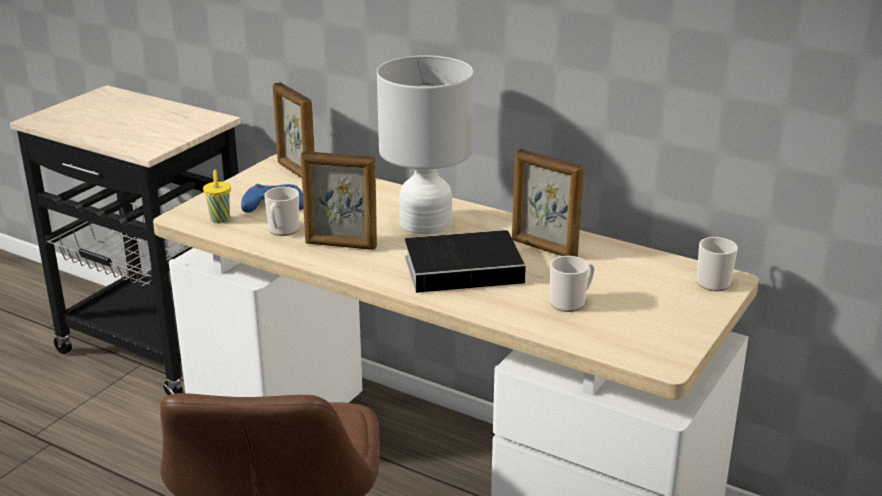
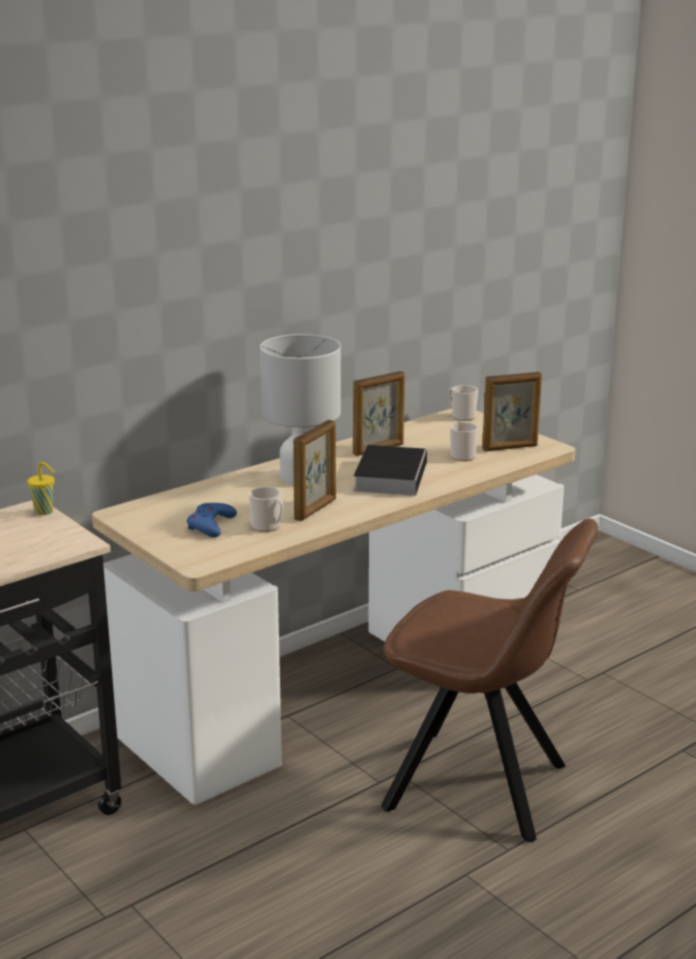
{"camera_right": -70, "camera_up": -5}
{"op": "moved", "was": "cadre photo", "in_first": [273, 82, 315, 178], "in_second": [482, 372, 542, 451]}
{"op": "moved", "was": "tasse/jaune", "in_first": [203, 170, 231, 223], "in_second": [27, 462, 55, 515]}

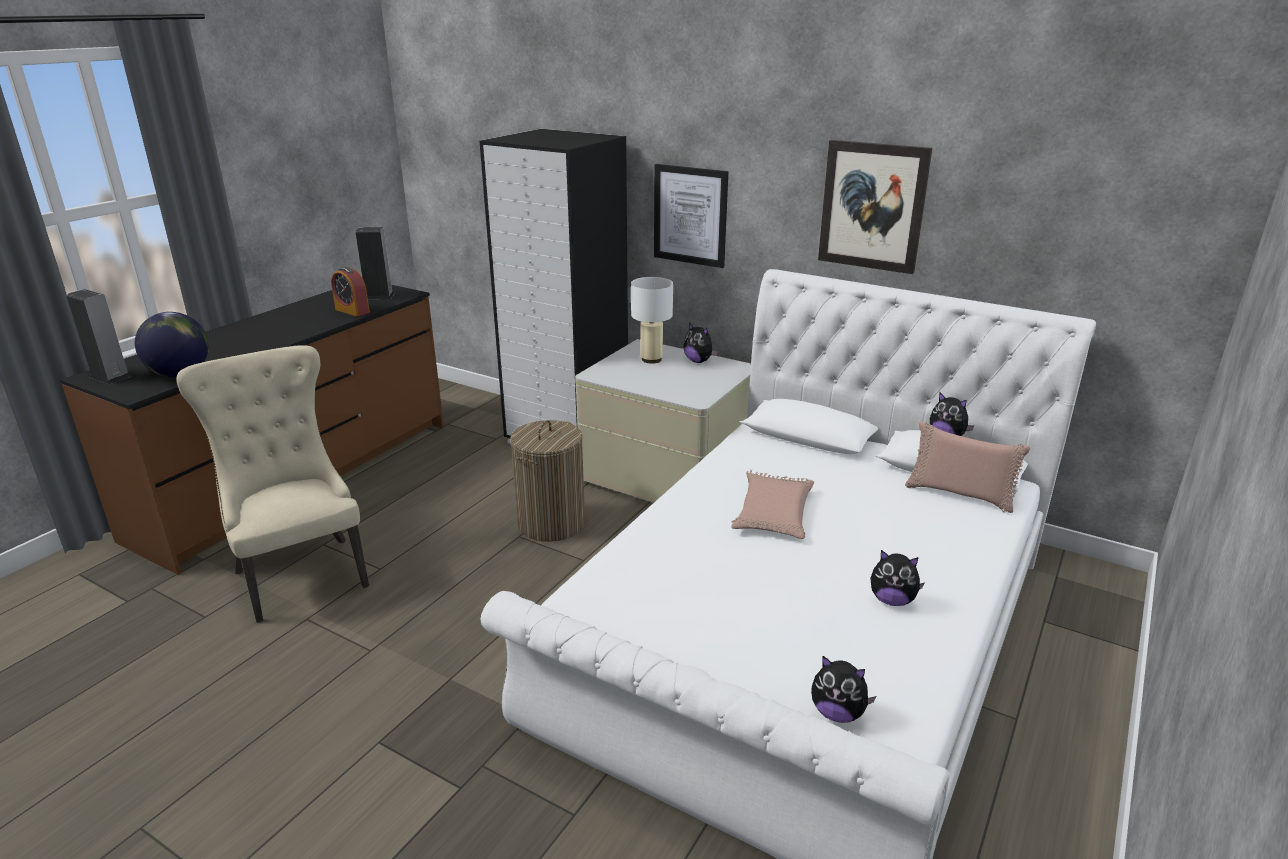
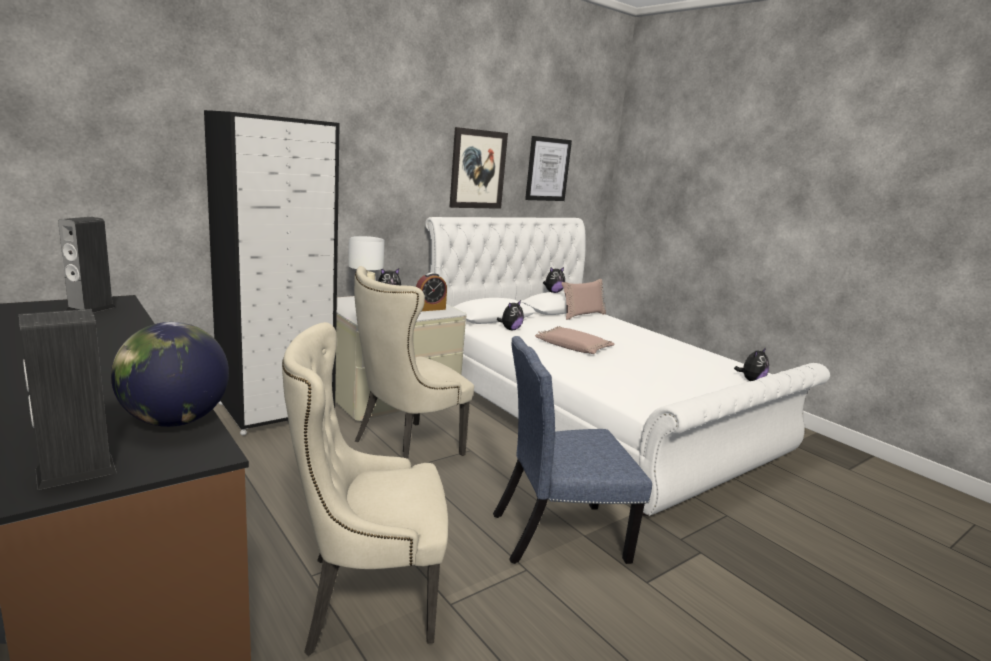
{"camera_right": -70, "camera_up": -10}
{"op": "moved", "was": "tableau", "in_first": [654, 164, 728, 268], "in_second": [525, 136, 572, 201]}
{"op": "moved", "was": "réveil", "in_first": [331, 267, 370, 317], "in_second": [416, 273, 447, 311]}
{"op": "replaced", "was": "panier à linge", "now": "chaise/beige", "in_first": [510, 420, 585, 542], "in_second": [354, 266, 474, 459]}
{"op": "moved", "was": "peluche", "in_first": [870, 550, 924, 606], "in_second": [497, 300, 524, 330]}
{"op": "added", "now": "chaise/bleu", "in_second": [493, 336, 652, 564]}

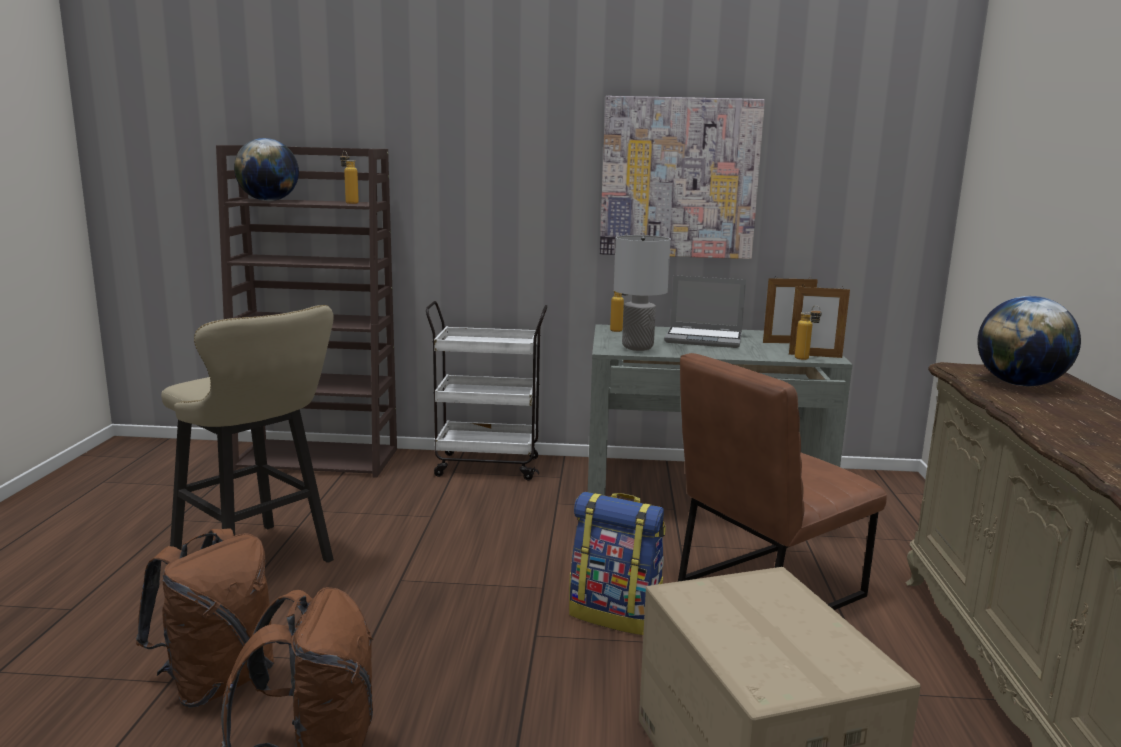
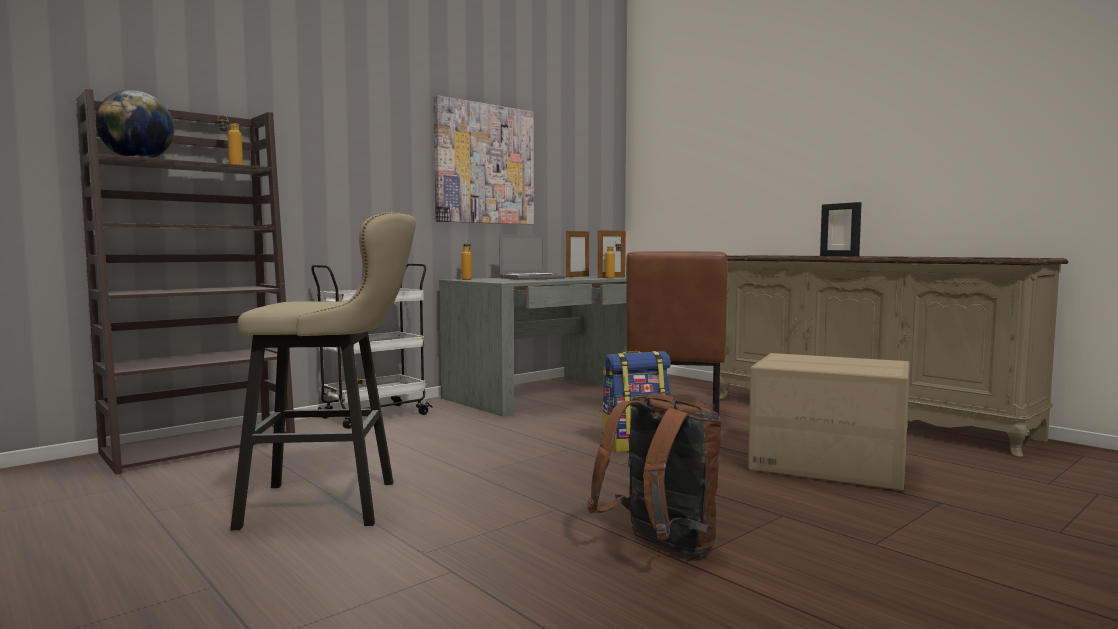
{"camera_right": -45, "camera_up": -10}
{"op": "removed", "was": "lampe de table/gris", "in_first": [614, 235, 671, 351]}
{"op": "removed", "was": "globe", "in_first": [977, 296, 1081, 386]}
{"op": "removed", "was": "sac à dos/marron", "in_first": [136, 528, 274, 708]}
{"op": "added", "now": "cadre photo", "in_second": [820, 202, 862, 257]}

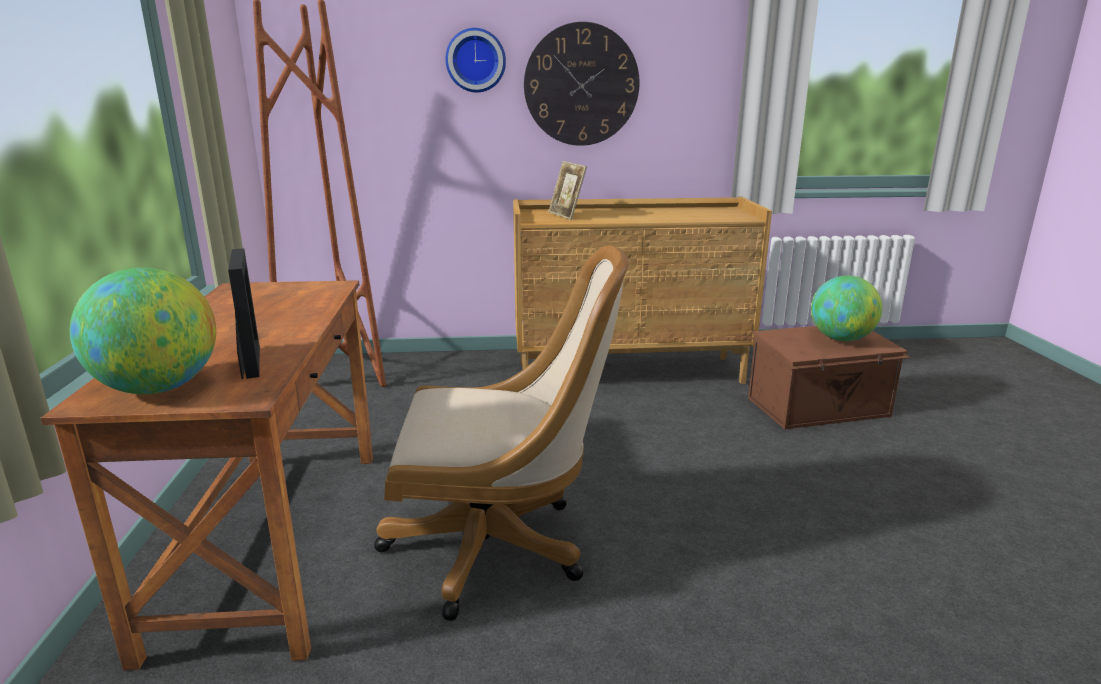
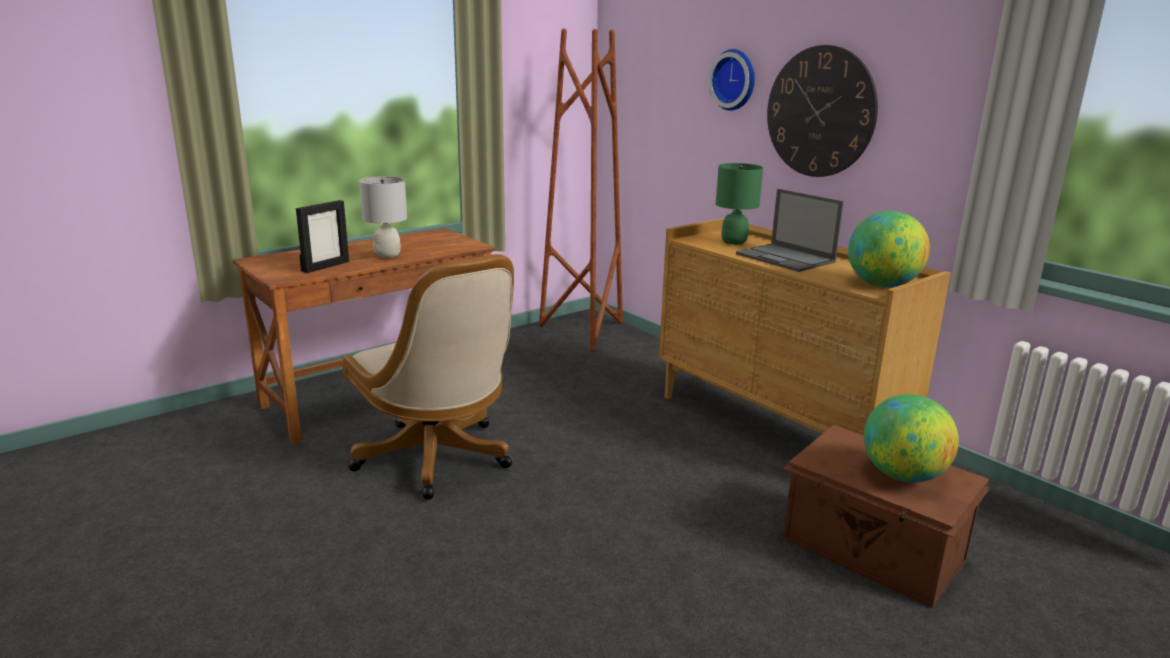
{"camera_right": 55, "camera_up": 0}
{"op": "replaced", "was": "cadre photo", "now": "lampe de table/vert", "in_first": [548, 161, 587, 220], "in_second": [716, 163, 763, 245]}
{"op": "moved", "was": "globe", "in_first": [70, 268, 216, 394], "in_second": [848, 211, 930, 288]}
{"op": "added", "now": "lampe de table/gris", "in_second": [359, 176, 407, 258]}
{"op": "added", "now": "ordinateur portable", "in_second": [736, 189, 844, 272]}

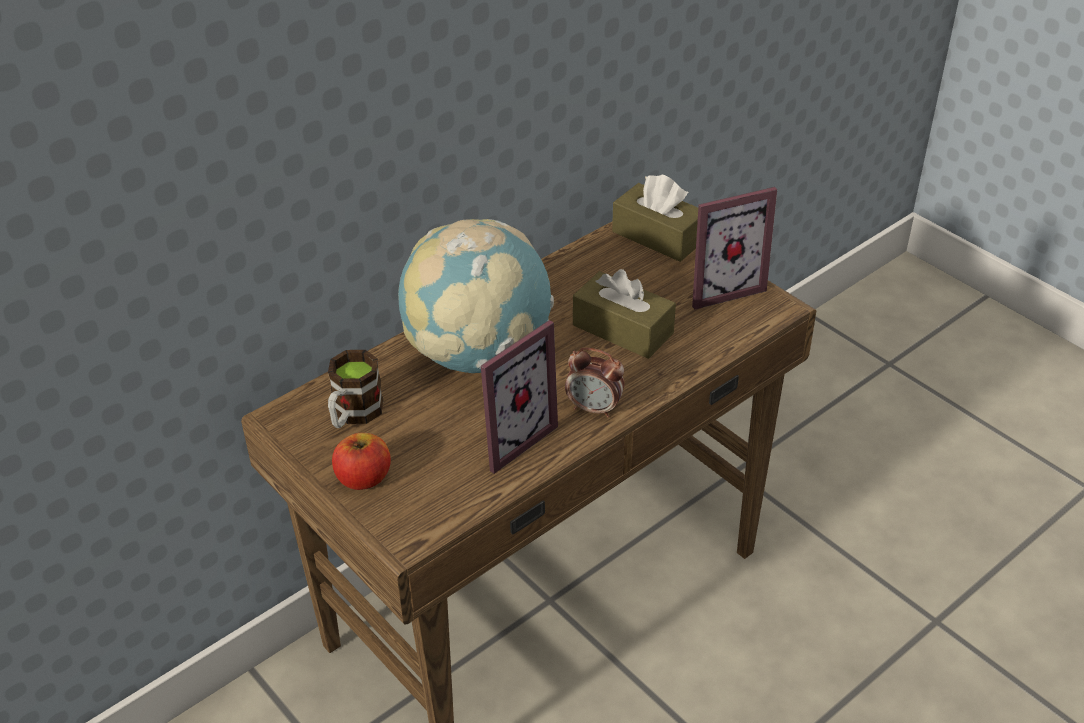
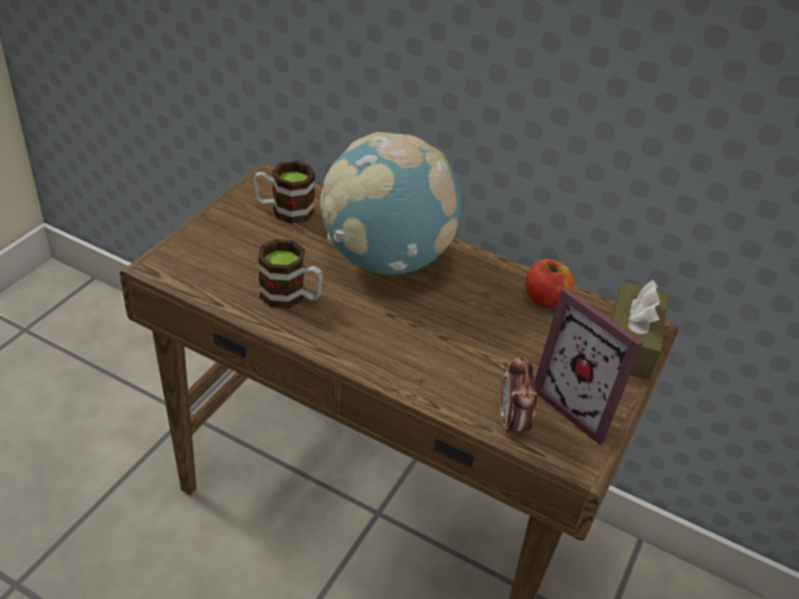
{"camera_right": 65, "camera_up": 0}
{"op": "removed", "was": "boîte à mouchoirs/marron", "in_first": [573, 269, 676, 359]}
{"op": "replaced", "was": "cadre photo", "now": "mug", "in_first": [481, 320, 558, 474], "in_second": [258, 239, 323, 309]}
{"op": "moved", "was": "réveil", "in_first": [565, 348, 625, 418], "in_second": [500, 355, 537, 436]}
{"op": "moved", "was": "pomme", "in_first": [332, 433, 391, 490], "in_second": [525, 259, 574, 308]}

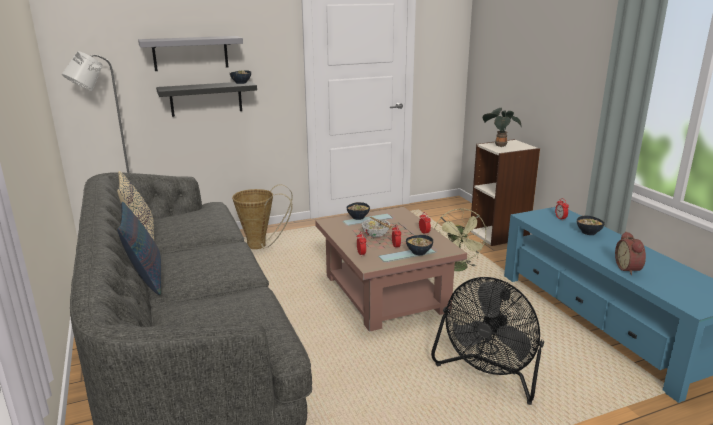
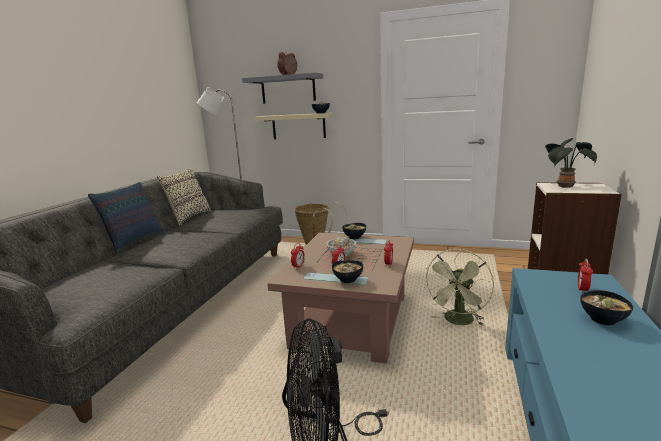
{"camera_right": 40, "camera_up": -5}
{"op": "recoloured", "was": "étagère/noir", "now": "étagère/beige", "in_first": [156, 81, 257, 117], "in_second": [254, 113, 334, 139]}
{"op": "moved", "was": "réveil", "in_first": [615, 231, 646, 275], "in_second": [277, 52, 297, 75]}

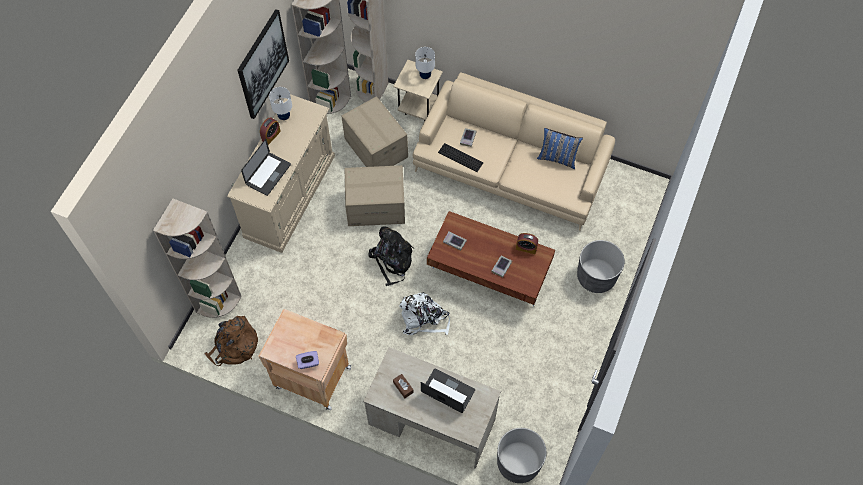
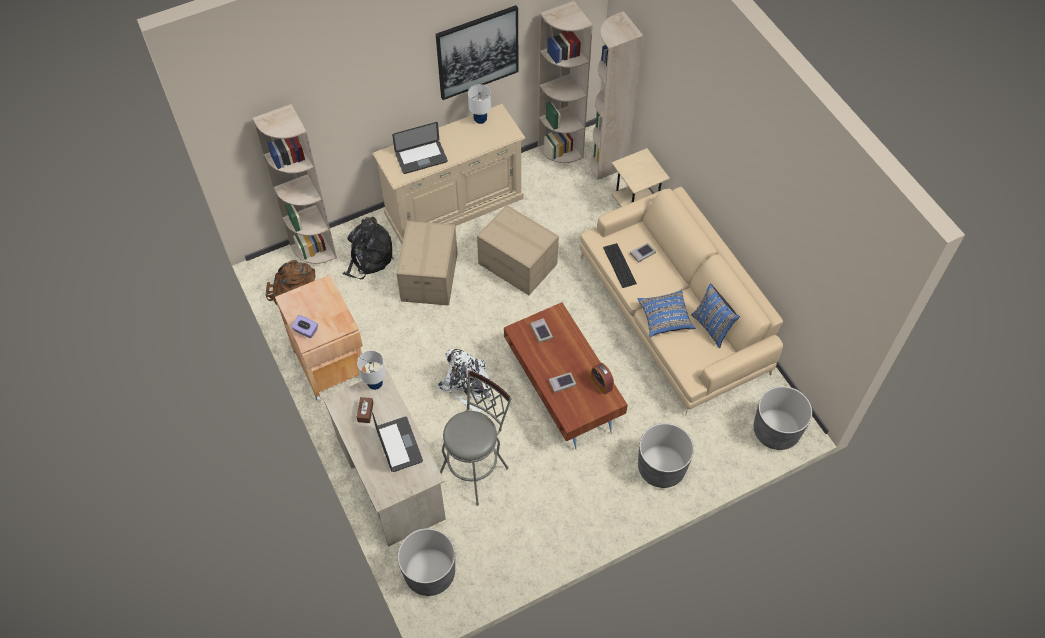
{"camera_right": 40, "camera_up": -5}
{"op": "moved", "was": "lampe de table/blanc", "in_first": [415, 47, 435, 79], "in_second": [357, 351, 386, 390]}
{"op": "moved", "was": "carton", "in_first": [341, 96, 408, 167], "in_second": [396, 221, 458, 305]}
{"op": "removed", "was": "réveil", "in_first": [260, 118, 281, 145]}
{"op": "moved", "was": "sac à dos/noir", "in_first": [368, 227, 415, 286], "in_second": [343, 217, 394, 279]}
{"op": "added", "now": "coussin/bleu", "in_second": [638, 290, 695, 337]}
{"op": "added", "now": "tabouret/gris", "in_second": [440, 370, 512, 506]}
{"op": "added", "now": "cache-pot/gris", "in_second": [754, 386, 812, 450]}

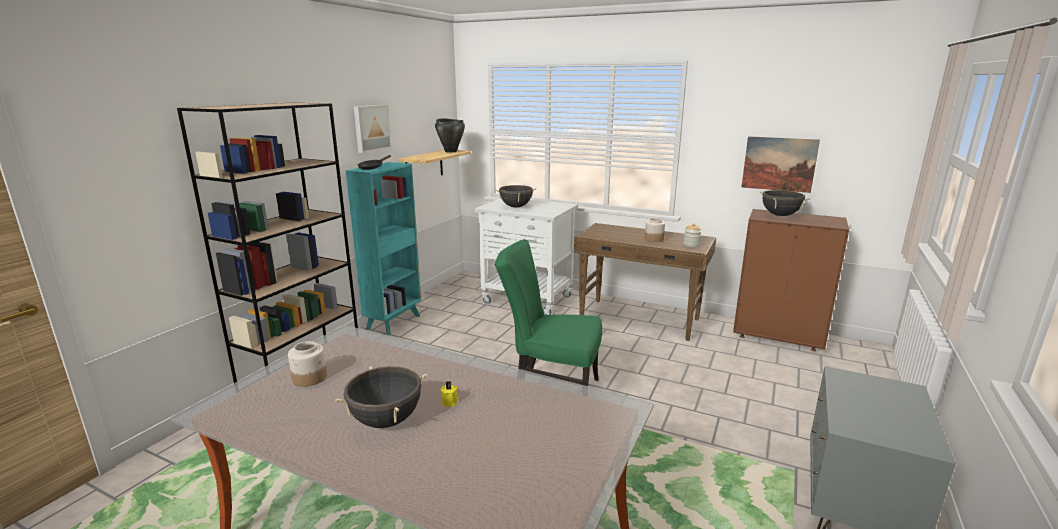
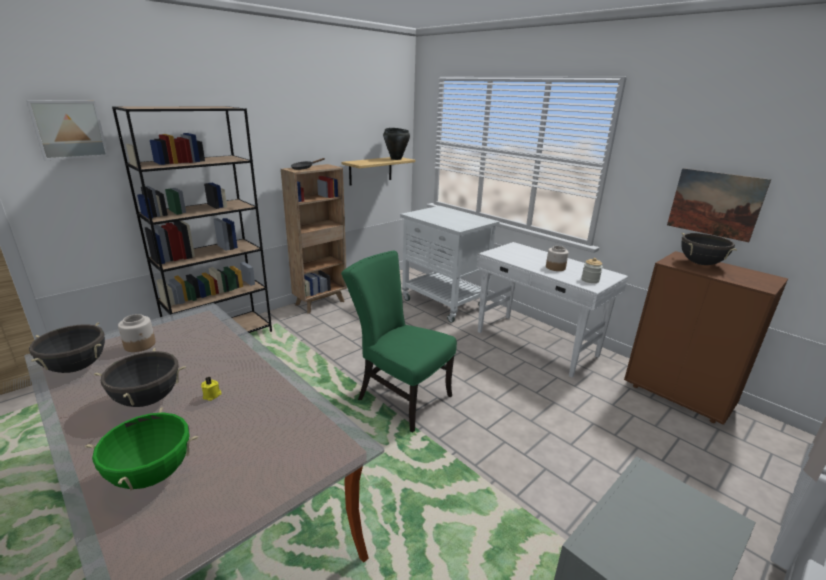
{"camera_right": 20, "camera_up": 5}
{"op": "moved", "was": "tableau", "in_first": [354, 105, 392, 153], "in_second": [26, 100, 109, 160]}
{"op": "recoloured", "was": "bibliothèque/turquoise", "now": "bibliothèque/marron", "in_first": [346, 162, 421, 335], "in_second": [281, 164, 347, 314]}
{"op": "moved", "was": "marmite/noir", "in_first": [495, 185, 537, 207], "in_second": [29, 322, 105, 373]}
{"op": "recoloured", "was": "table console/marron", "now": "table console/blanc", "in_first": [574, 223, 716, 341], "in_second": [477, 242, 628, 378]}
{"op": "added", "now": "marmite/vert", "in_second": [85, 407, 198, 491]}

